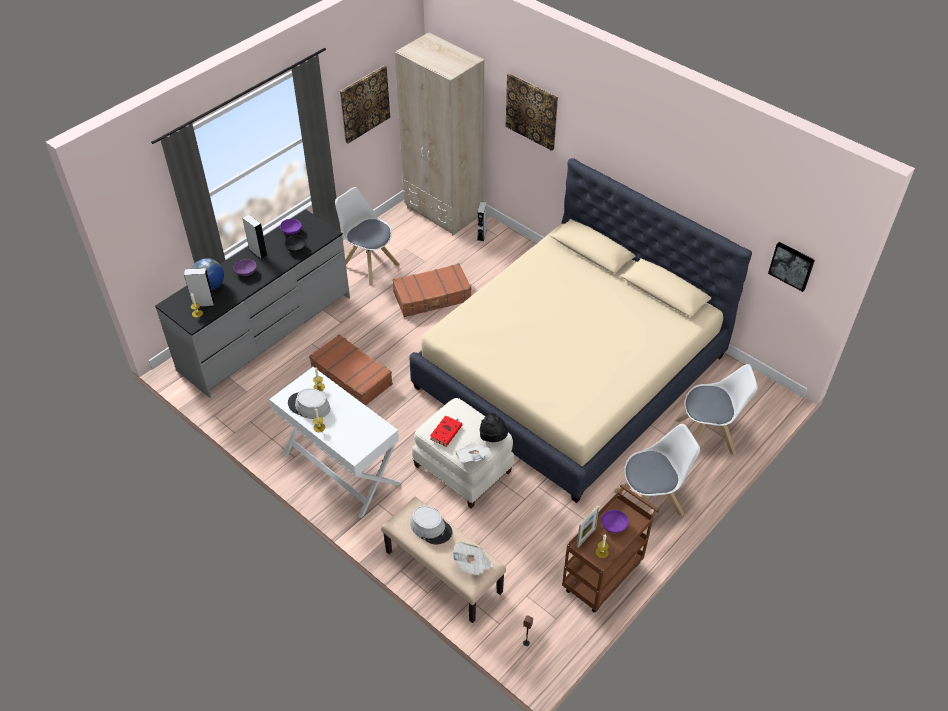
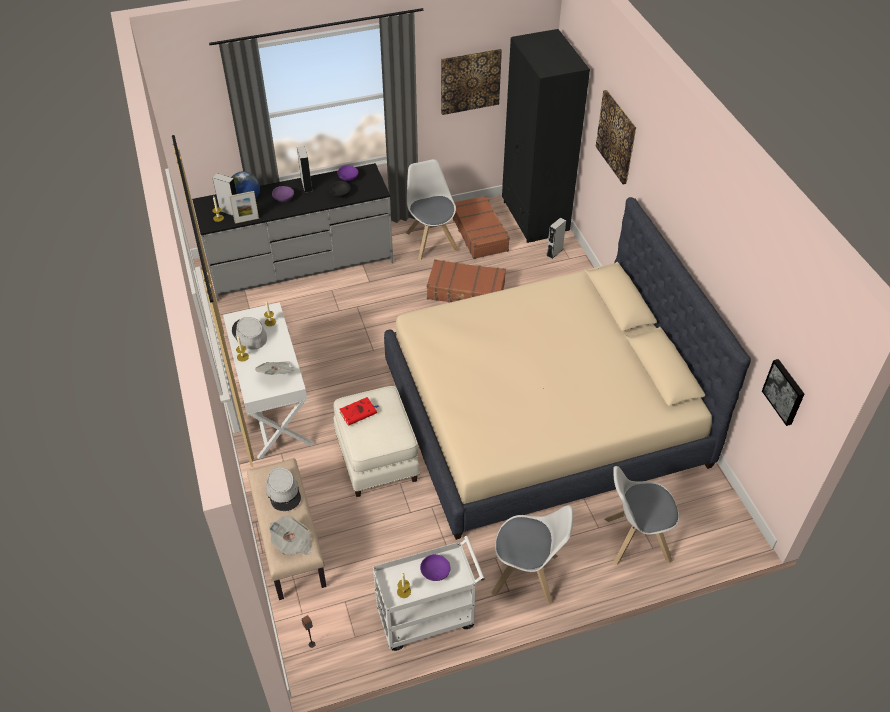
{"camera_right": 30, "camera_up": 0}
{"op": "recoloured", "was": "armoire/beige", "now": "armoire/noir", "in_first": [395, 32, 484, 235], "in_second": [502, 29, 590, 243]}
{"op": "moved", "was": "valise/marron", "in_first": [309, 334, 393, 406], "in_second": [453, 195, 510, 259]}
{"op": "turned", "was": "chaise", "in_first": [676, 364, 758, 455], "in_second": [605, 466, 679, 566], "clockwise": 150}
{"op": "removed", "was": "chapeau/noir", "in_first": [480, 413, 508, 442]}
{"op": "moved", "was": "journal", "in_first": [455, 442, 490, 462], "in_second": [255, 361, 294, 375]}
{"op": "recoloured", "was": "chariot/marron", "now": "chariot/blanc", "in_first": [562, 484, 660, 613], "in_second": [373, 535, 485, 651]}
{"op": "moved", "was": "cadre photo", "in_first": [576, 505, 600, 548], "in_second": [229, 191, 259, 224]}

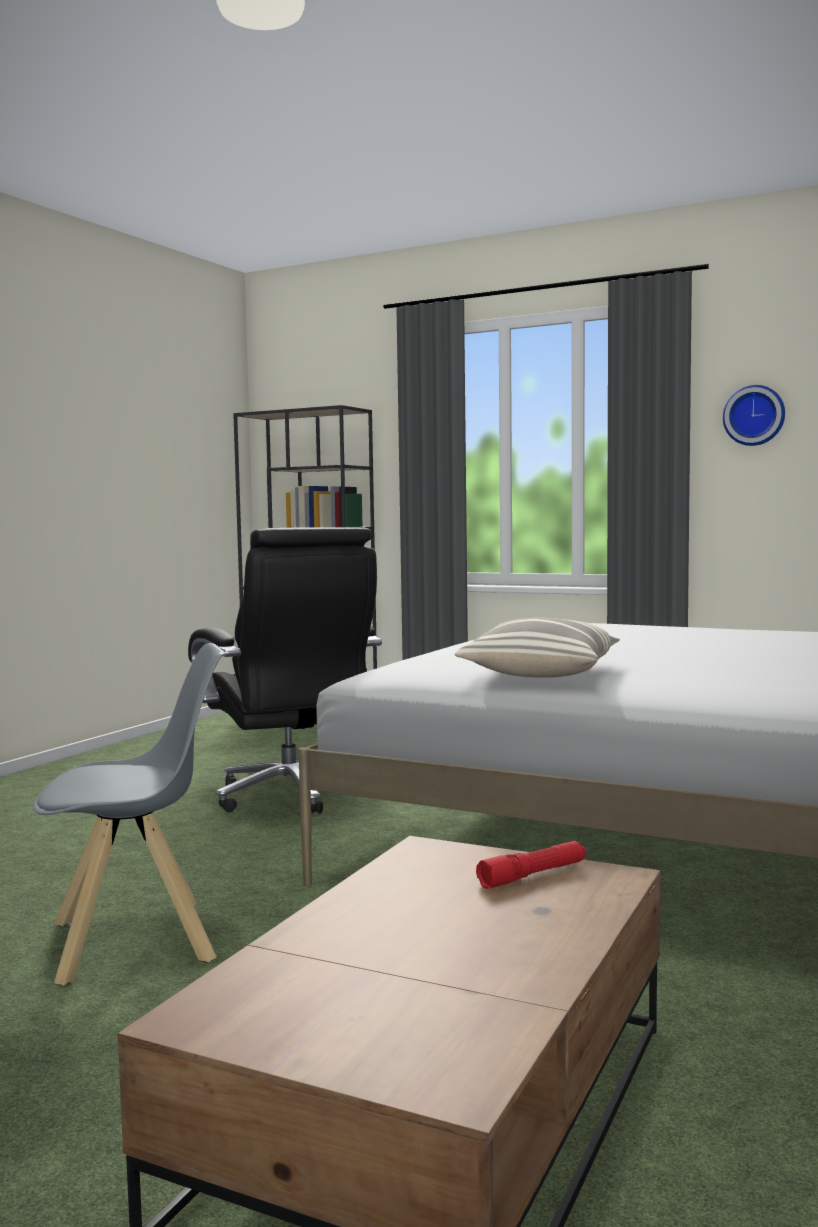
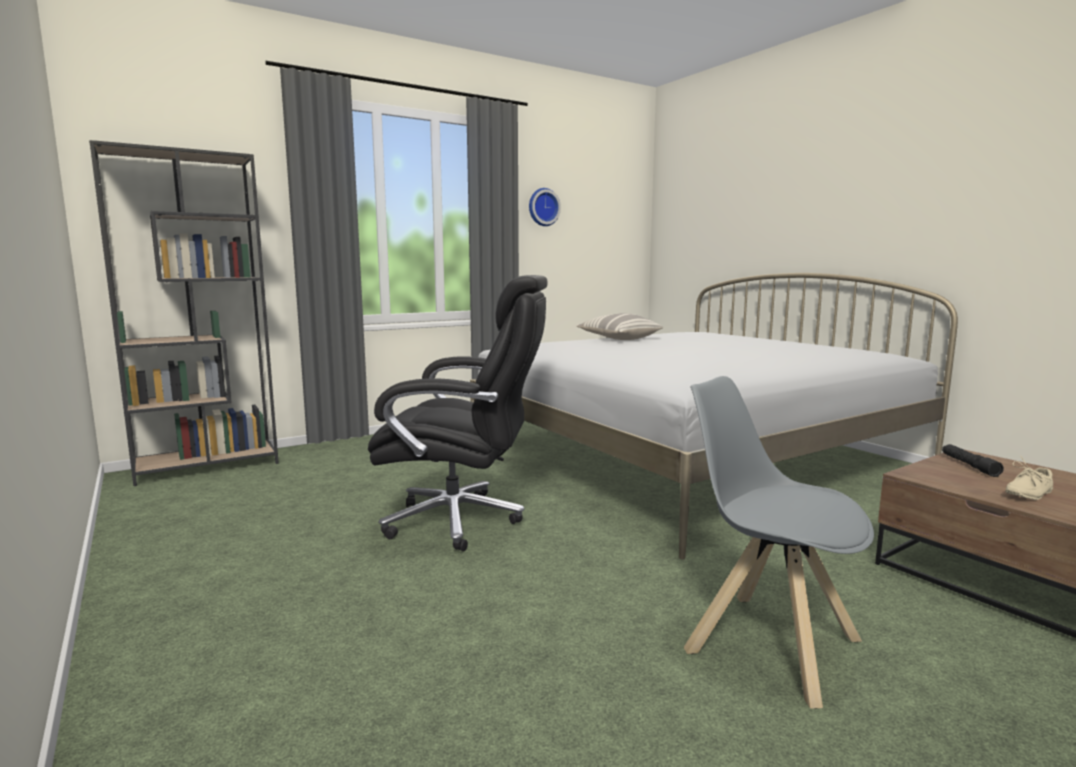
{"camera_right": -60, "camera_up": 5}
{"op": "moved", "was": "coussin", "in_first": [455, 618, 620, 678], "in_second": [576, 313, 663, 340]}
{"op": "turned", "was": "chaise/gris", "in_first": [33, 643, 227, 985], "in_second": [683, 376, 874, 709], "clockwise": -60}
{"op": "recoloured", "was": "lampe de poche/rouge", "now": "lampe de poche/noir", "in_first": [476, 841, 586, 889], "in_second": [942, 444, 1004, 477]}
{"op": "added", "now": "chaussure/beige", "in_second": [1005, 456, 1053, 500]}

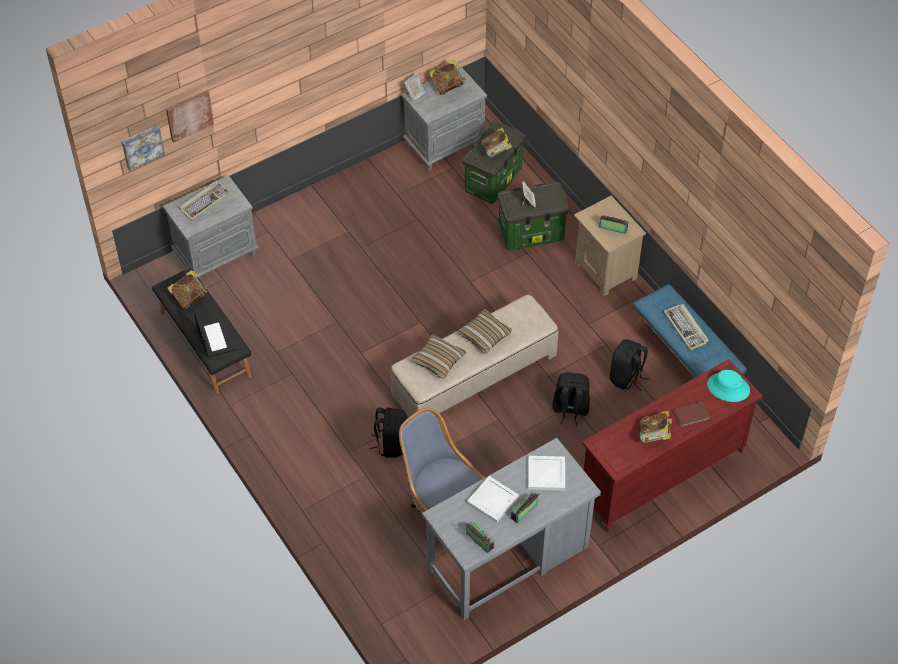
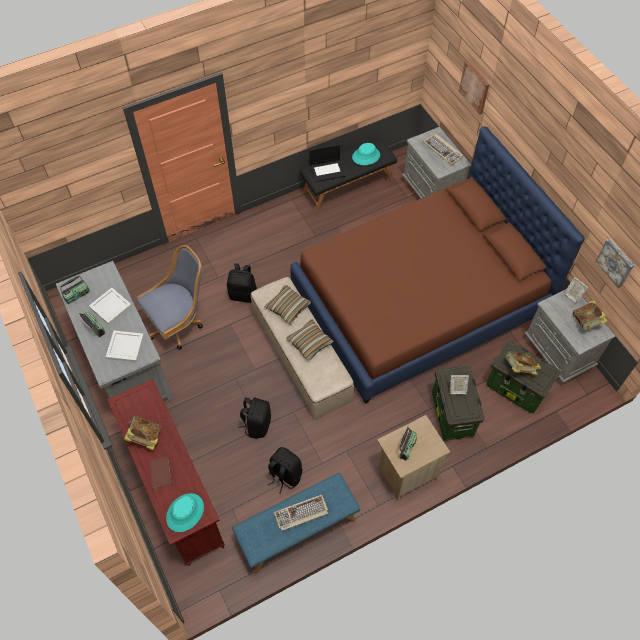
{"camera_right": 95, "camera_up": 5}
{"op": "moved", "was": "tableau", "in_first": [122, 125, 165, 171], "in_second": [595, 238, 634, 288]}
{"op": "replaced", "was": "livre", "now": "chapeau/turquoise", "in_first": [167, 270, 208, 309], "in_second": [352, 143, 380, 165]}
{"op": "added", "now": "lit/marron", "in_second": [291, 126, 584, 404]}

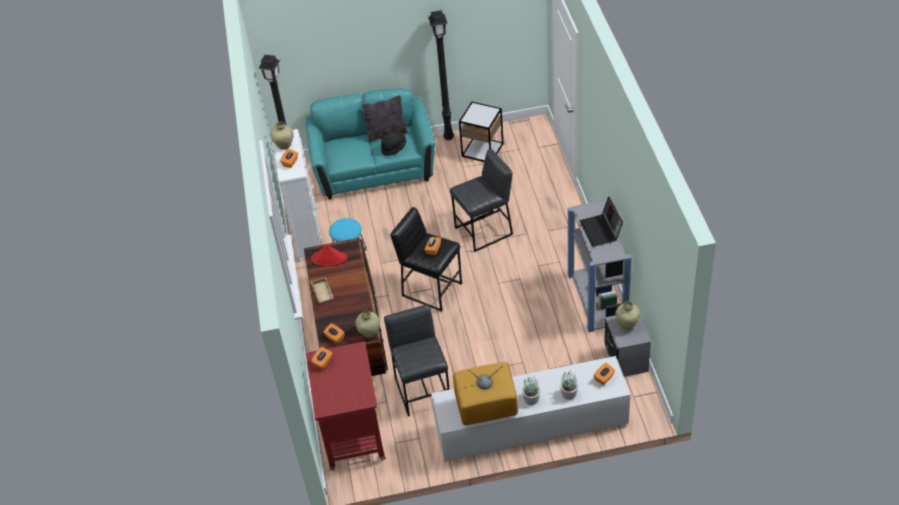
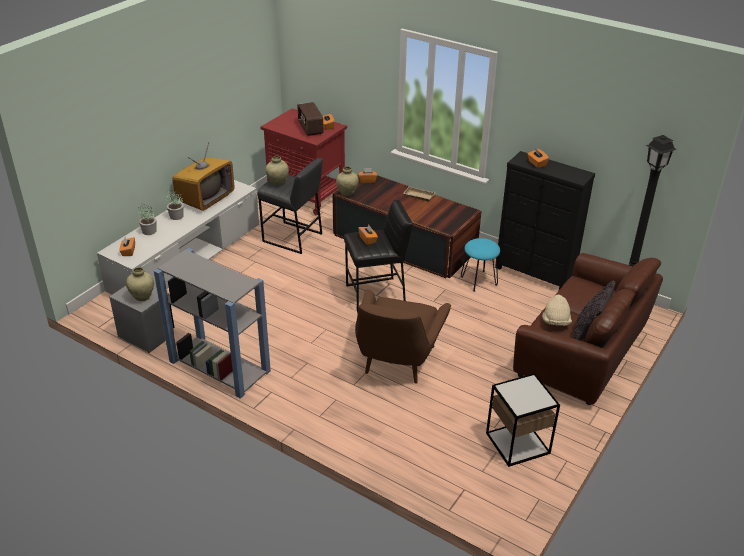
{"camera_right": 130, "camera_up": -10}
{"op": "removed", "was": "lampadaire/noir", "in_first": [428, 10, 454, 141]}
{"op": "recoloured", "was": "canapé/turquoise", "now": "canapé/marron", "in_first": [306, 88, 435, 199], "in_second": [513, 253, 663, 405]}
{"op": "moved", "was": "vase/beige", "in_first": [270, 122, 294, 150], "in_second": [266, 156, 289, 186]}
{"op": "recoloured", "was": "commode/blanc", "now": "commode/noir", "in_first": [273, 129, 322, 263], "in_second": [495, 151, 595, 290]}
{"op": "recoloured", "was": "chapeau/noir", "now": "chapeau/beige", "in_first": [381, 132, 406, 156], "in_second": [542, 295, 572, 326]}
{"op": "replaced", "was": "tabouret/gris", "now": "fauteuil/marron", "in_first": [450, 149, 513, 252], "in_second": [355, 289, 451, 384]}
{"op": "removed", "was": "ordinateur portable", "in_first": [579, 196, 623, 247]}
{"op": "removed", "was": "chapeau/rouge", "in_first": [311, 244, 348, 266]}
{"op": "added", "now": "radio", "in_second": [297, 102, 323, 136]}

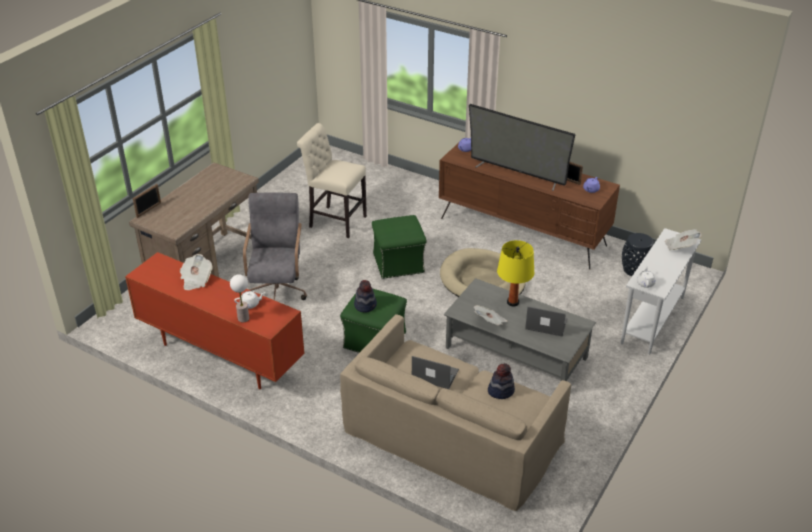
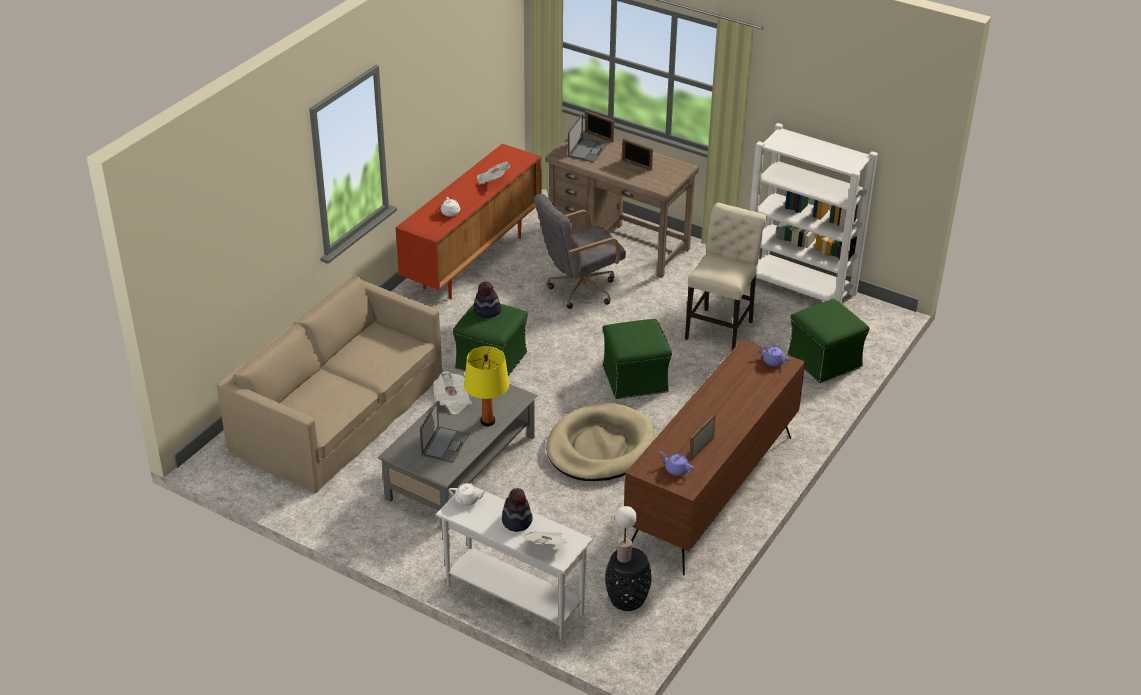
{"camera_right": 90, "camera_up": 0}
{"op": "removed", "was": "téléviseur", "in_first": [469, 104, 576, 191]}
{"op": "turned", "was": "chaise de bureau/gris", "in_first": [243, 193, 307, 300], "in_second": [534, 194, 626, 309], "clockwise": 150}
{"op": "moved", "was": "lampe de table", "in_first": [230, 274, 249, 322], "in_second": [615, 506, 637, 563]}
{"op": "moved", "was": "ordinateur portable", "in_first": [412, 356, 459, 389], "in_second": [568, 114, 607, 162]}
{"op": "moved", "was": "chapeau", "in_first": [488, 363, 515, 399], "in_second": [502, 488, 533, 532]}
{"op": "added", "now": "bibliothèque/blanc", "in_second": [749, 123, 878, 304]}
{"op": "added", "now": "cadre photo", "in_second": [622, 138, 653, 171]}
{"op": "added", "now": "pouf/vert", "in_second": [787, 299, 870, 383]}

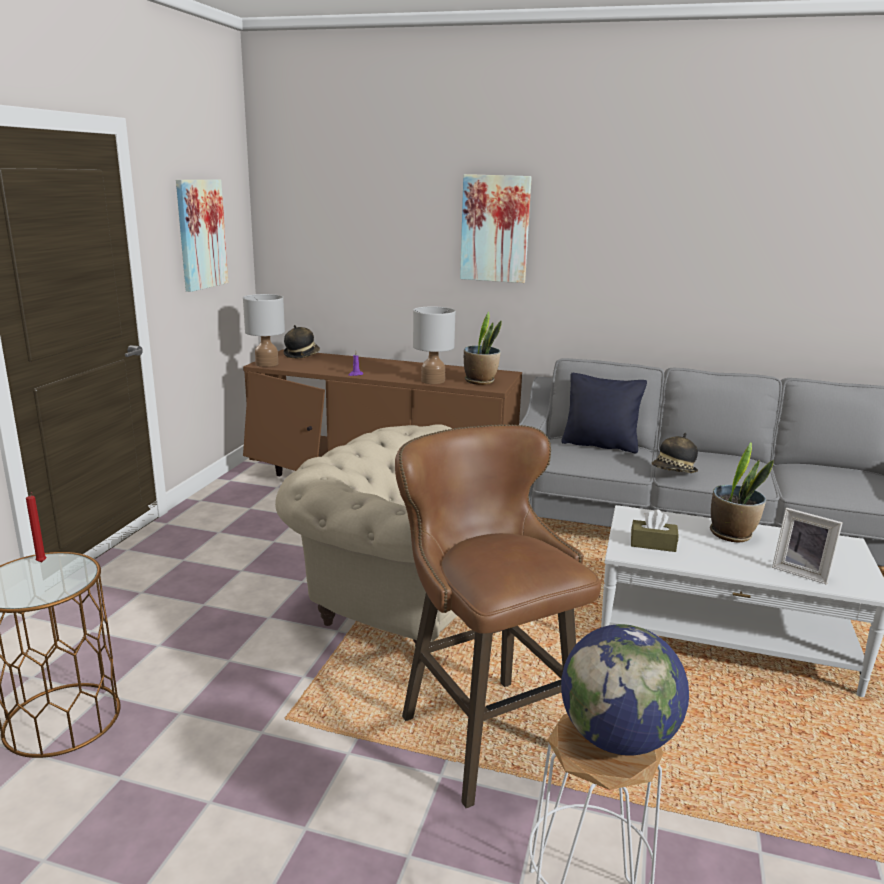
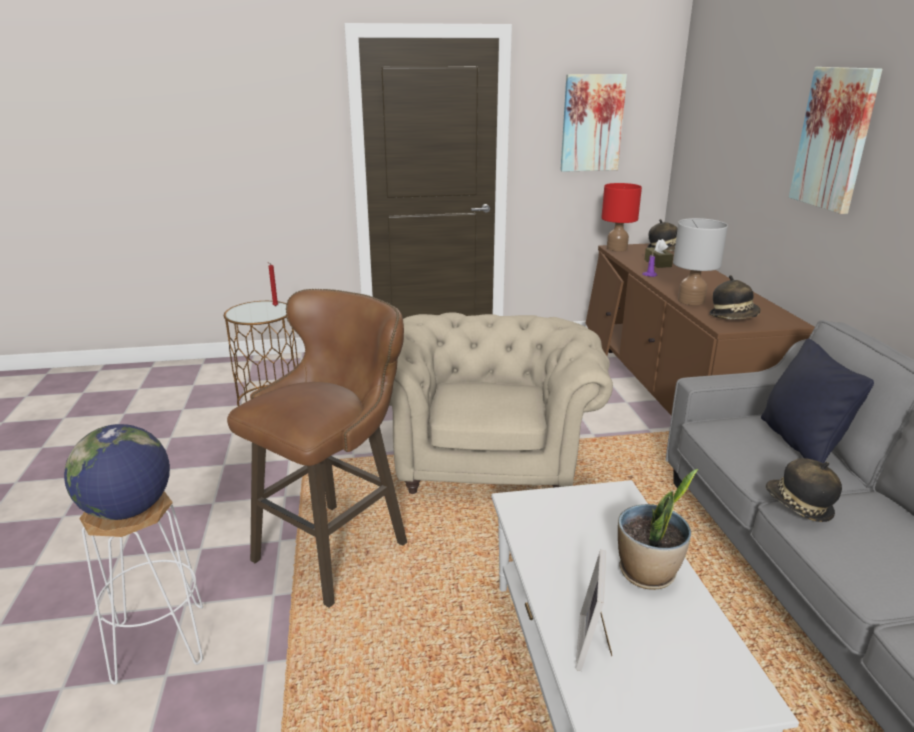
{"camera_right": 65, "camera_up": 5}
{"op": "recoloured", "was": "lampe de table/gris", "now": "lampe de table/rouge", "in_first": [243, 294, 285, 367], "in_second": [601, 183, 642, 252]}
{"op": "replaced", "was": "plante en pot", "now": "chapeau", "in_first": [464, 312, 502, 385], "in_second": [709, 275, 761, 319]}
{"op": "moved", "was": "boîte à mouchoirs/marron", "in_first": [631, 509, 679, 552], "in_second": [644, 239, 673, 268]}

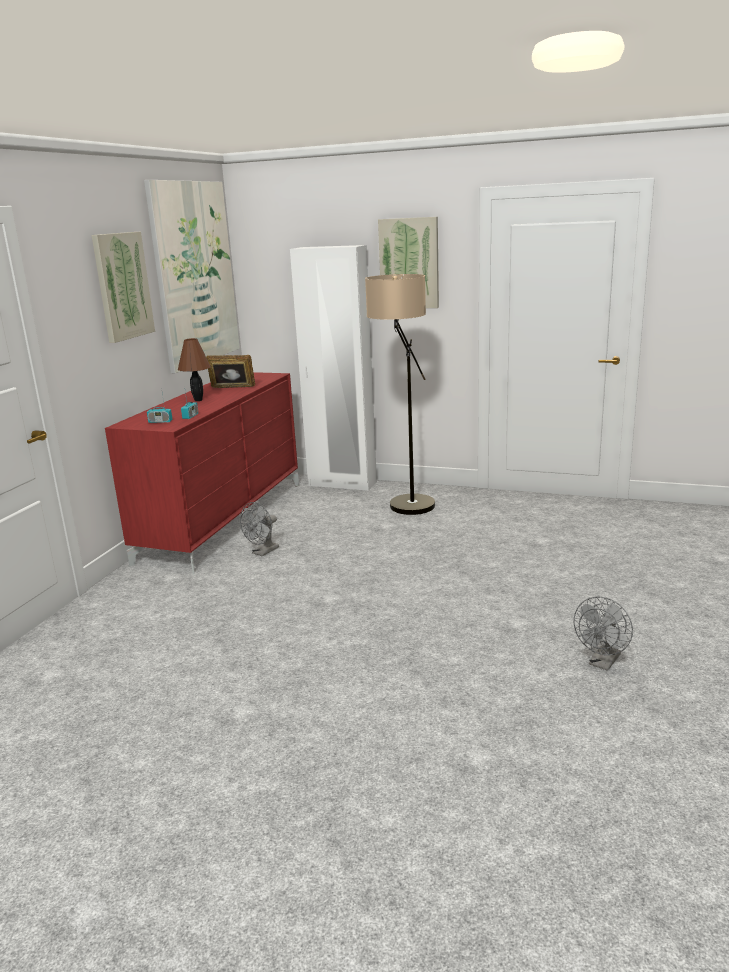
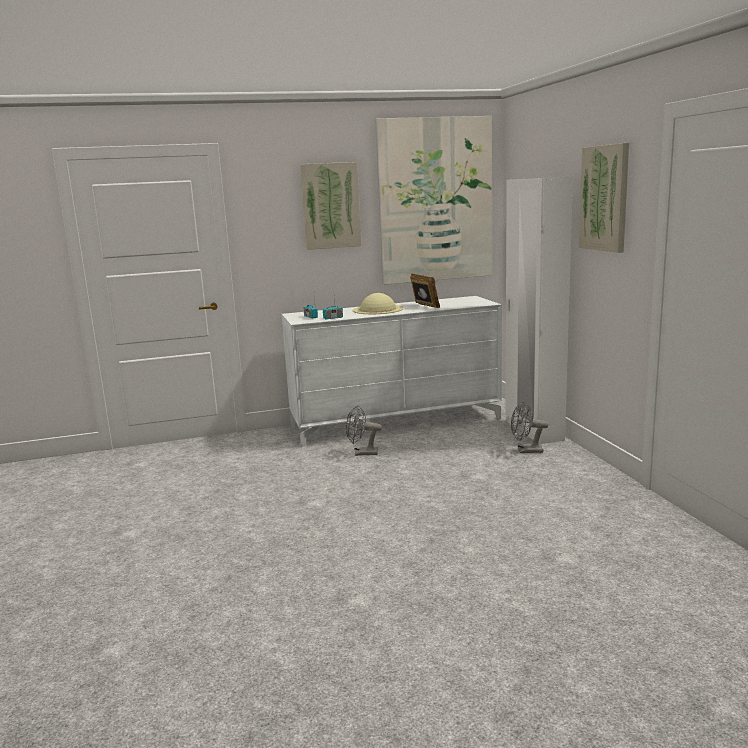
{"camera_right": 55, "camera_up": -5}
{"op": "removed", "was": "lampadaire", "in_first": [365, 274, 435, 515]}
{"op": "replaced", "was": "lampe de table/marron", "now": "chapeau/beige", "in_first": [178, 338, 211, 401], "in_second": [353, 293, 403, 314]}
{"op": "recoloured", "was": "commode/rouge", "now": "commode/blanc", "in_first": [105, 372, 299, 574], "in_second": [282, 296, 502, 448]}
{"op": "moved", "was": "ventilateur/gris", "in_first": [574, 597, 633, 671], "in_second": [511, 401, 549, 453]}

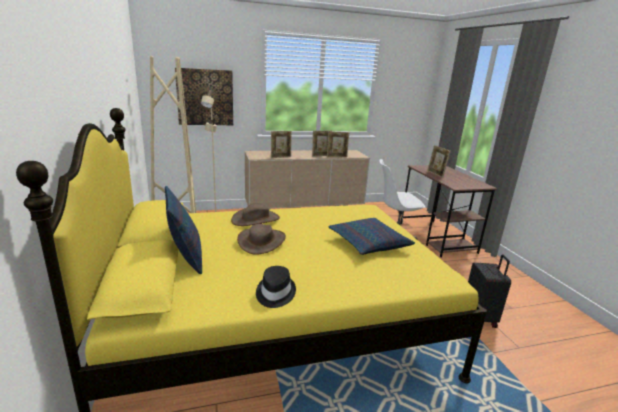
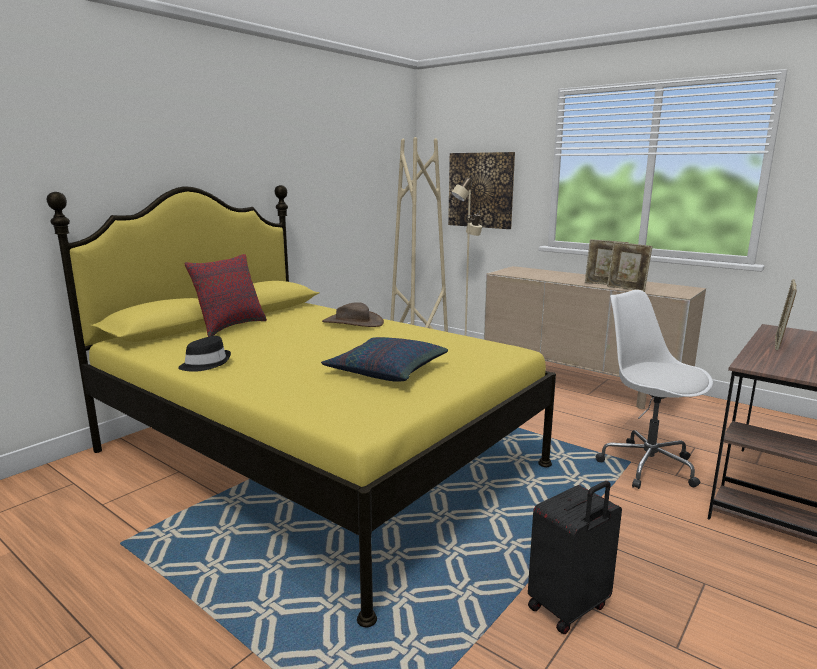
{"camera_right": 55, "camera_up": -5}
{"op": "removed", "was": "cadre photo", "in_first": [271, 131, 292, 158]}
{"op": "recoloured", "was": "coussin/bleu", "now": "coussin/rouge", "in_first": [165, 186, 202, 274], "in_second": [185, 254, 267, 337]}
{"op": "removed", "was": "chapeau/marron", "in_first": [237, 224, 286, 255]}

